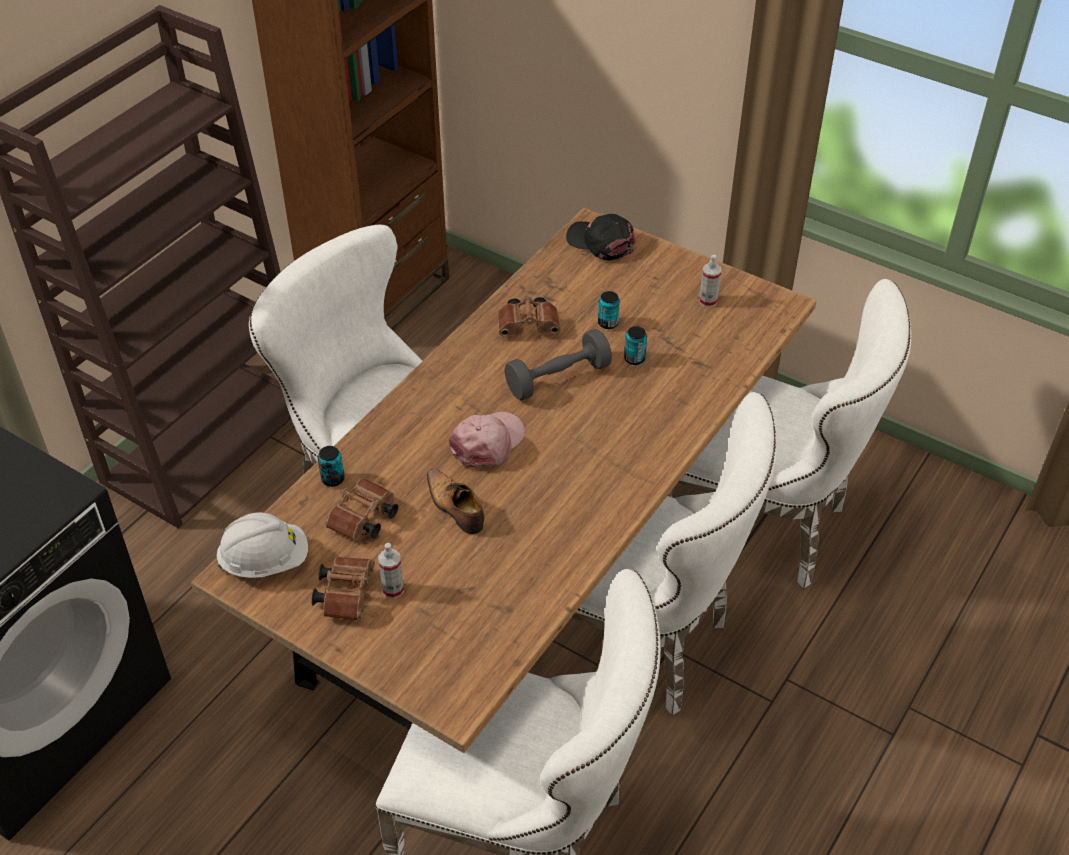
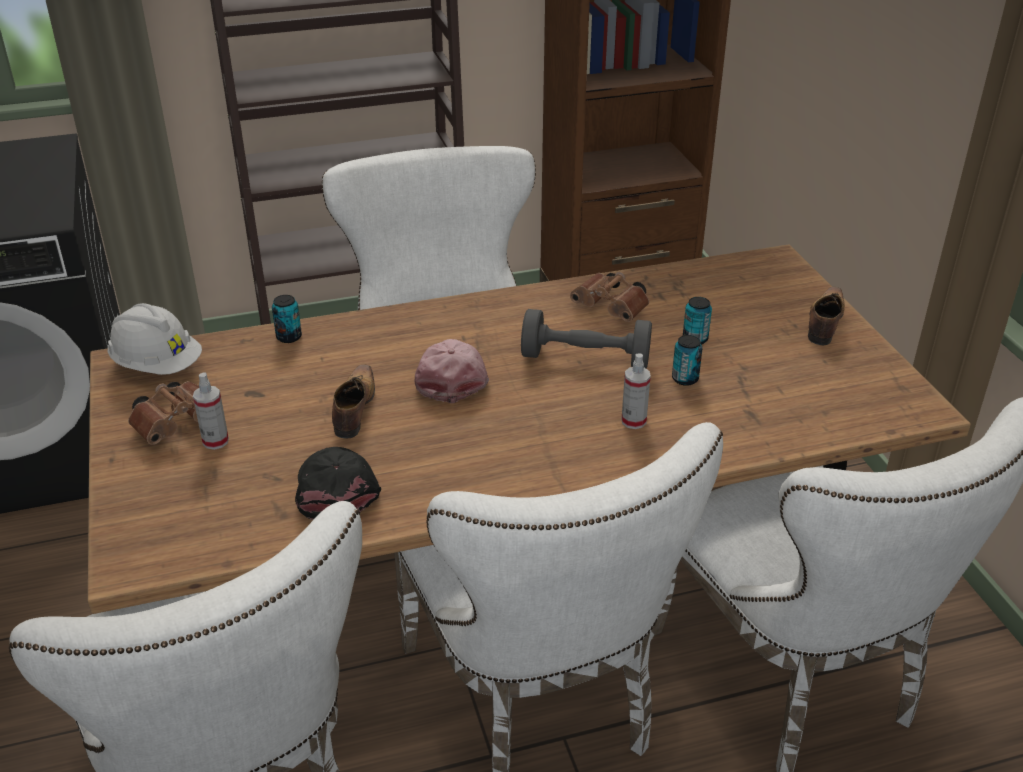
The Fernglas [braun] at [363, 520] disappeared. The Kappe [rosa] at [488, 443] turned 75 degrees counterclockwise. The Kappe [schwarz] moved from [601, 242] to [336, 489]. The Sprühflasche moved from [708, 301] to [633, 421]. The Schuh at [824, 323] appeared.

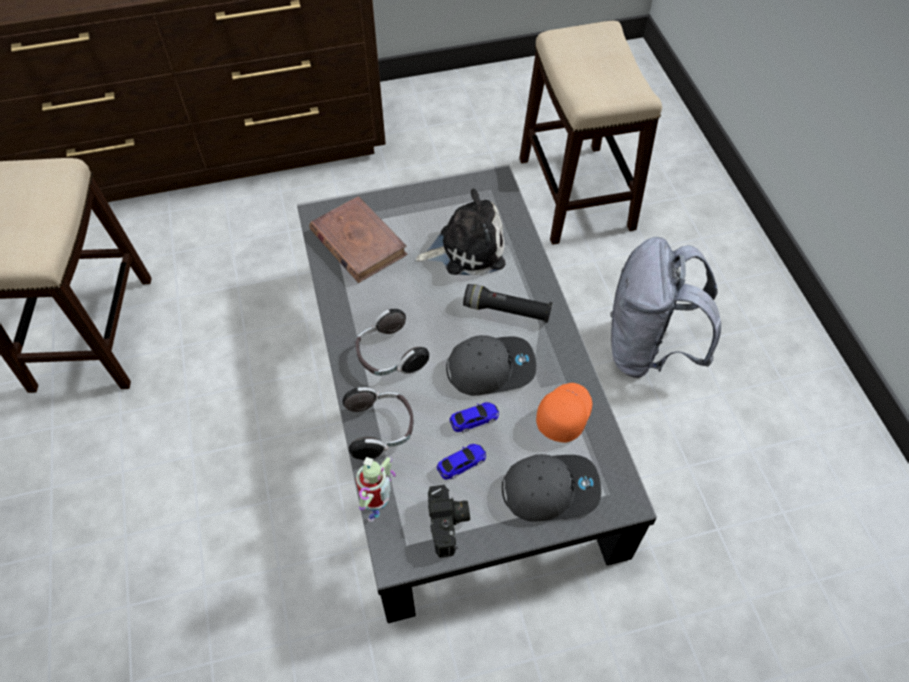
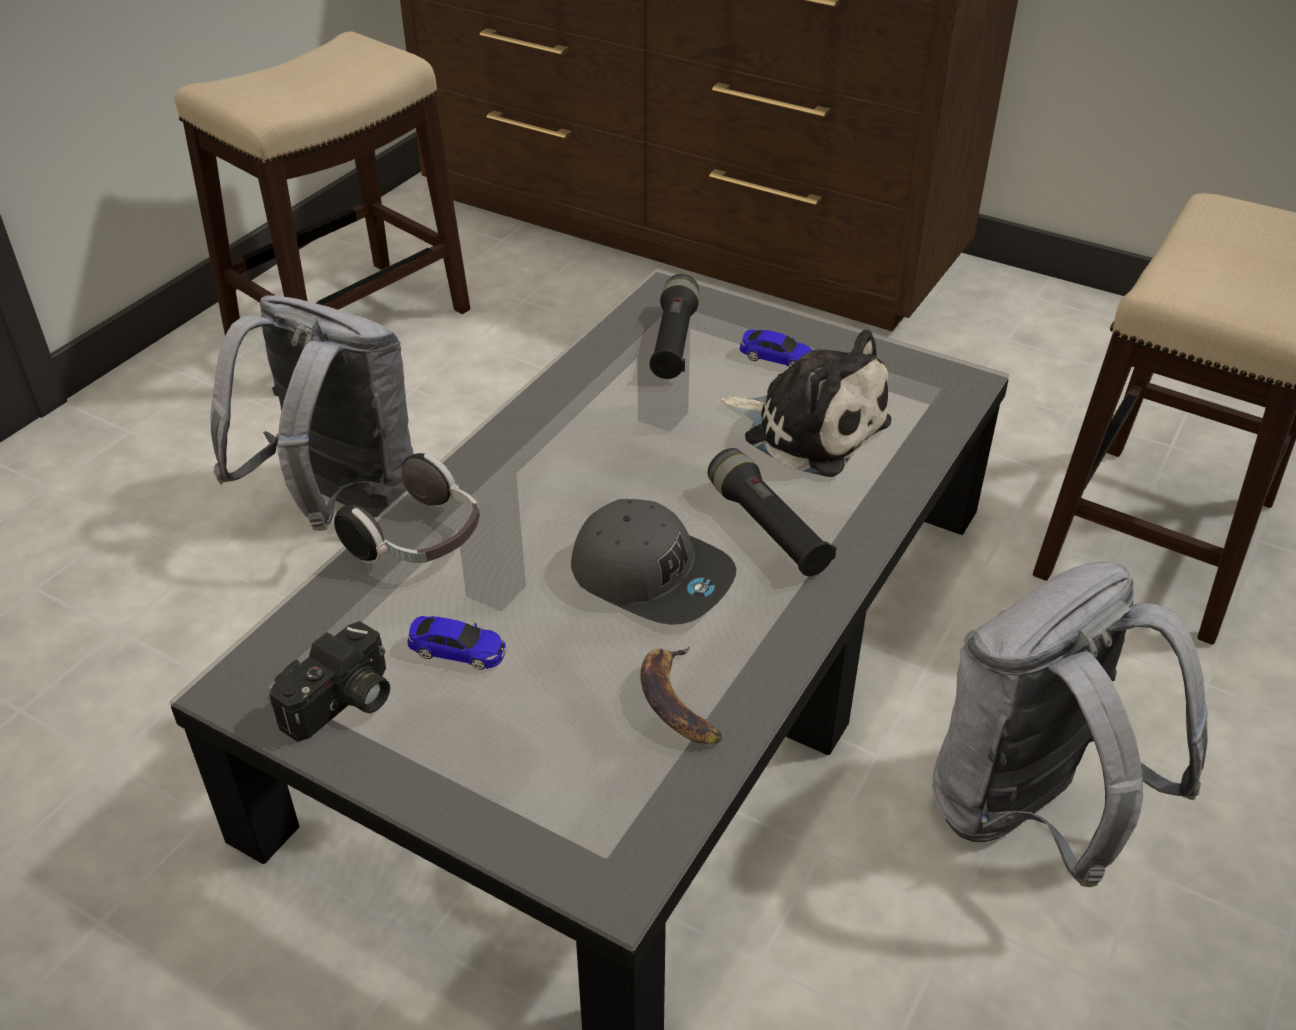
The Buch [braun] at [358, 242] was replaced by the Taschenlampe [schwarz] at [674, 342]. The Kopfhörer at [389, 356] disappeared. The Spielzeugroboter at [378, 512] disappeared. The Spielzeugauto moved from [474, 419] to [777, 358]. The Kappe [grau] at [550, 489] disappeared. The Kappe [orange] at [563, 414] was replaced by the Banane at [677, 701]. The Rucksack [grau] at [339, 505] appeared.

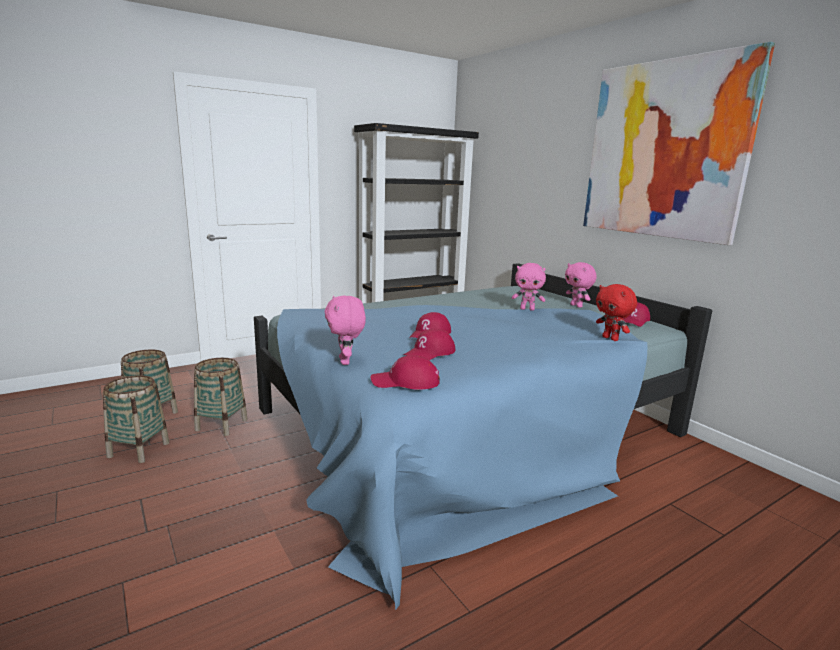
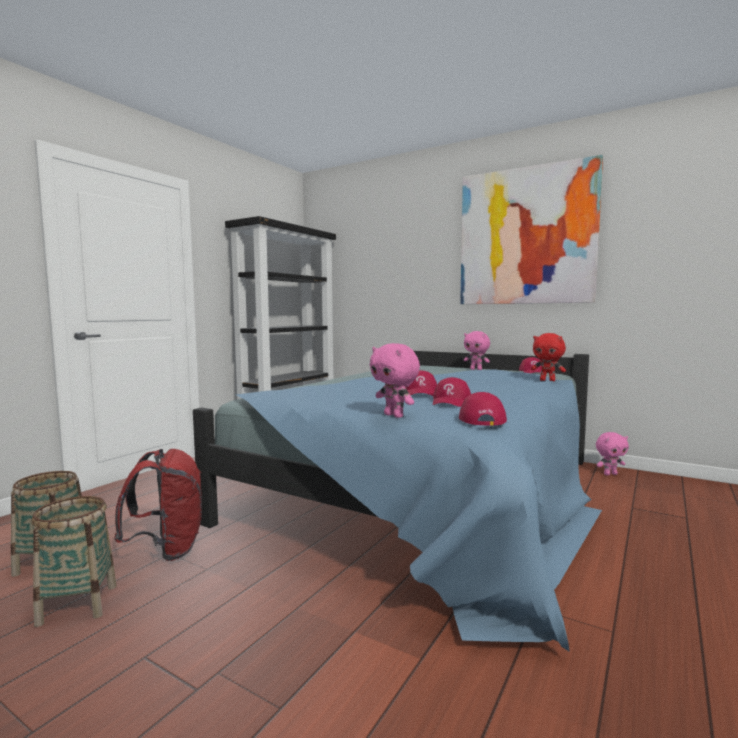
The Korb at [221, 425] was replaced by the Rucksack [rot] at [167, 550]. The Kappe [rot] at [405, 382] turned 120 degrees clockwise. The Plüschtier [rosa] moved from [527, 309] to [610, 474].

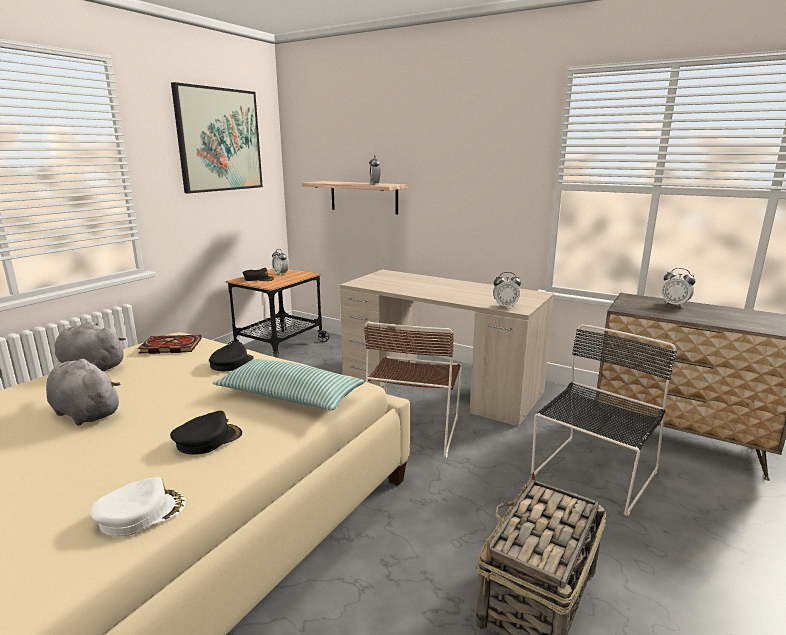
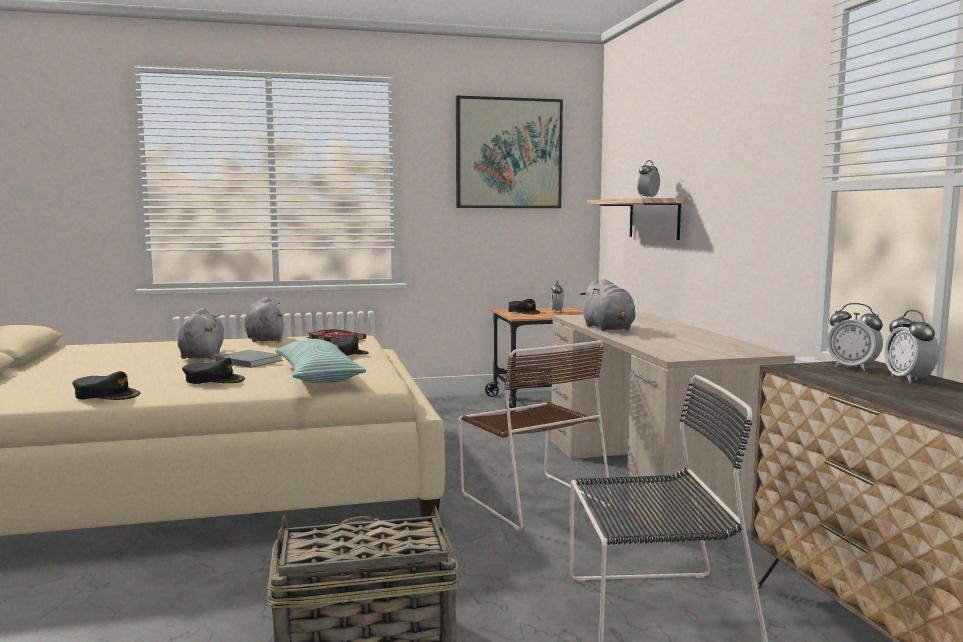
The Kappe [weiß] at [140, 513] became the Kappe [schwarz] at [107, 395]. The Stuhl [braun] at [413, 429] turned 90 degrees counterclockwise. The Wecker moved from [505, 306] to [852, 368]. The Buch [grau] at [248, 361] appeared. The Plüschtier [grau] at [608, 329] appeared.

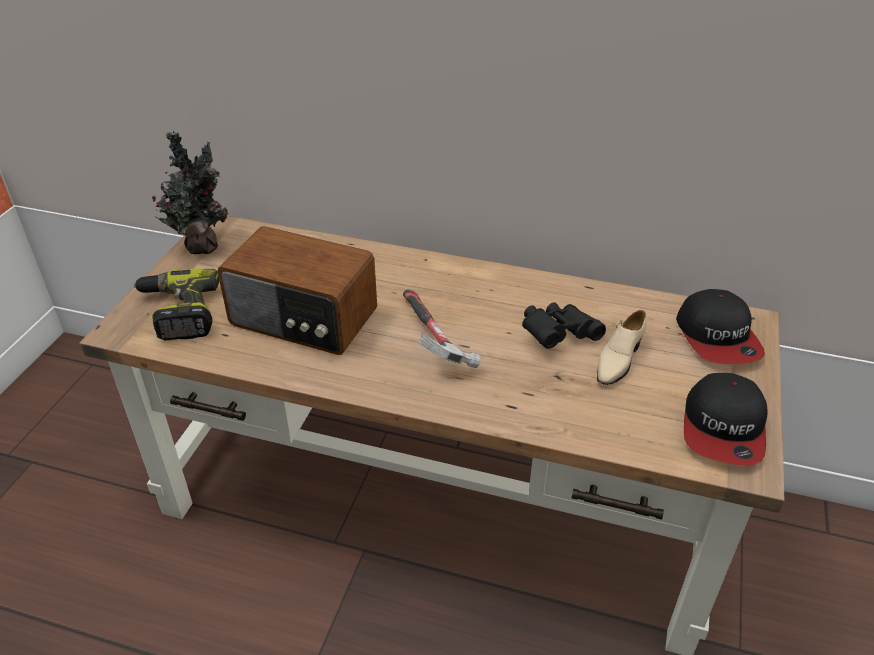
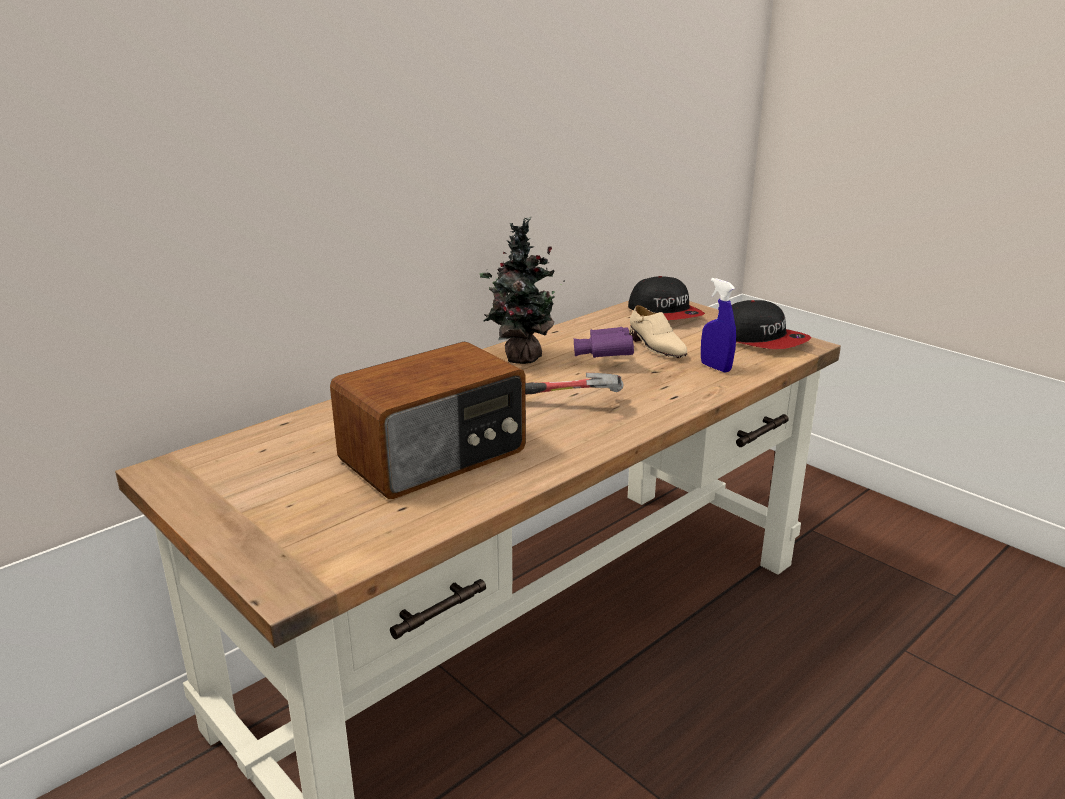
The Bohrmaschine at [178, 313] disappeared. The Topfpflanze moved from [202, 245] to [519, 358]. The Fernglas [schwarz] at [557, 335] became the Fernglas [lila] at [603, 358]. The Kappe at [718, 337] turned 45 degrees clockwise. The Sprühflasche [blau] at [715, 367] appeared.

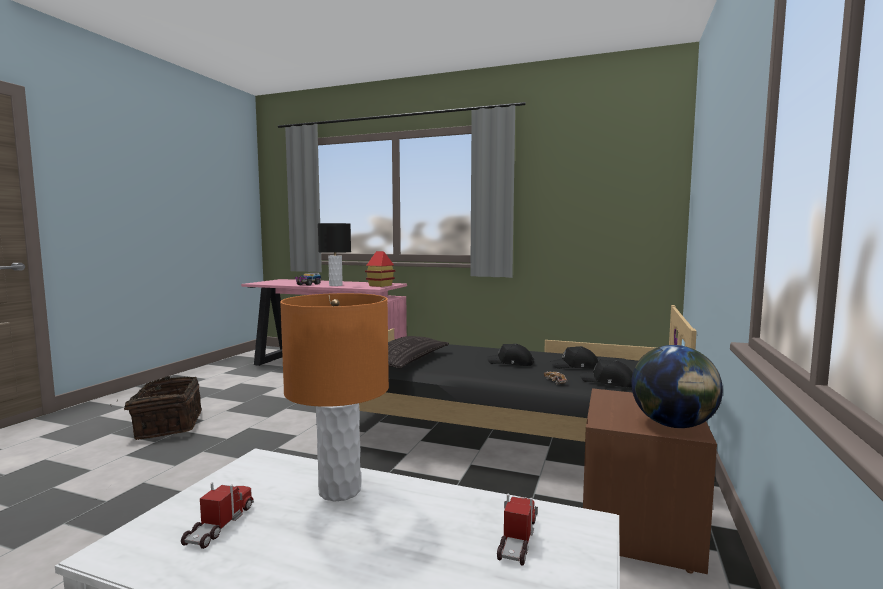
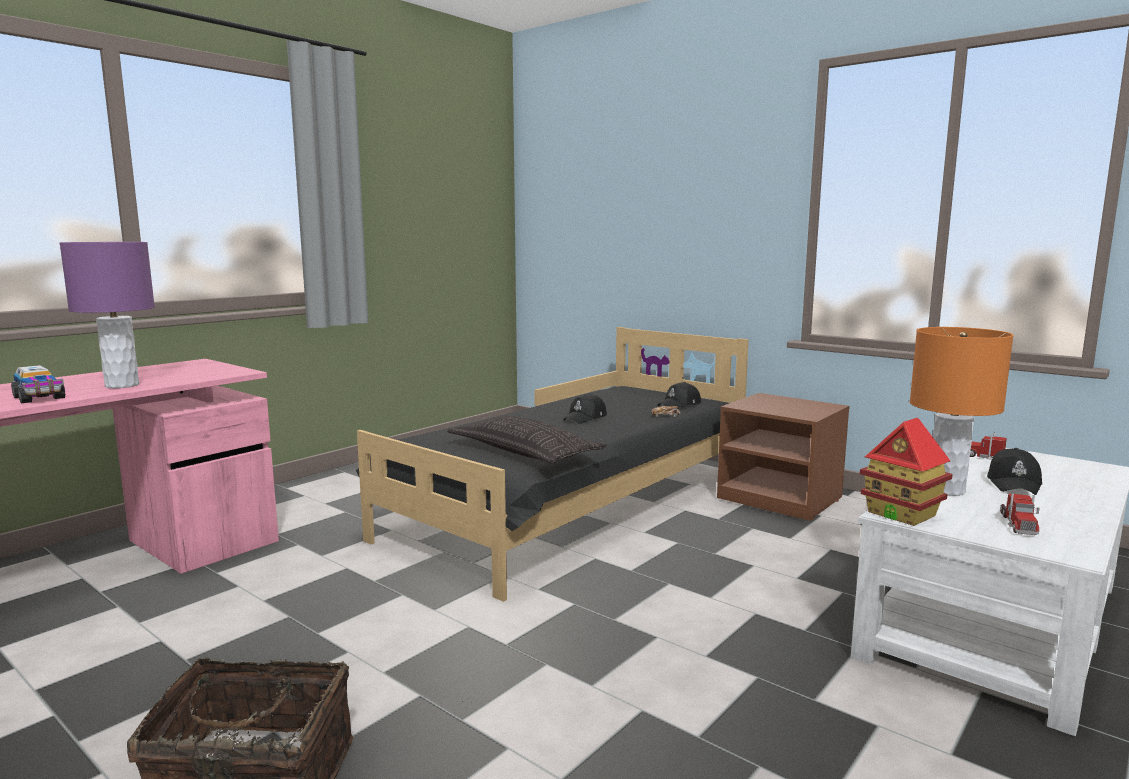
The Spielzeuglaster at [220, 525] turned 105 degrees counterclockwise. The Tischlampe [schwarz] at [335, 285] became the Tischlampe [lila] at [121, 385]. The Spielzeughaus moved from [380, 285] to [902, 514]. The Kappe [schwarz] moved from [575, 366] to [1014, 483]. The Globus at [673, 425] disappeared.

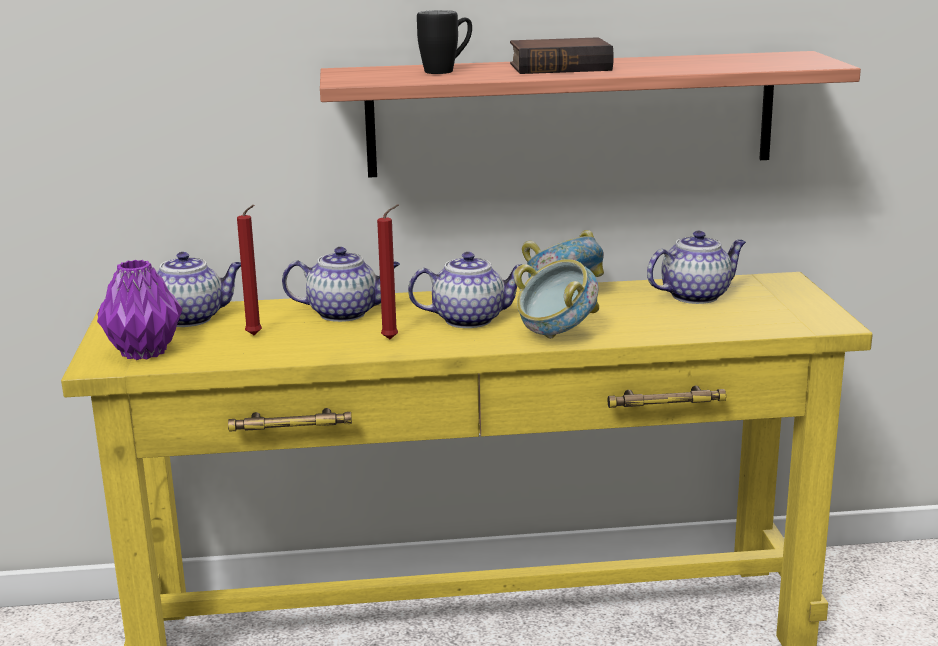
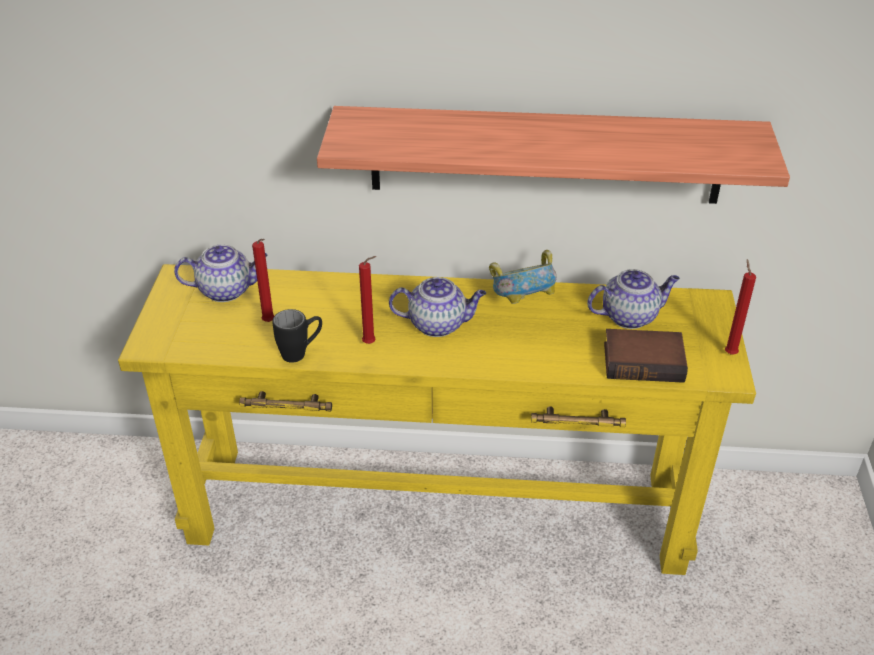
The Vase [lila] at [143, 352] disappeared. The Teekanne at [345, 313] disappeared. The Henkelbecher [schwarz] moved from [447, 71] to [301, 353]. The Buch moved from [561, 67] to [644, 361]. The Schüssel at [556, 335] disappeared. The Kerze [rot] at [729, 352] appeared.

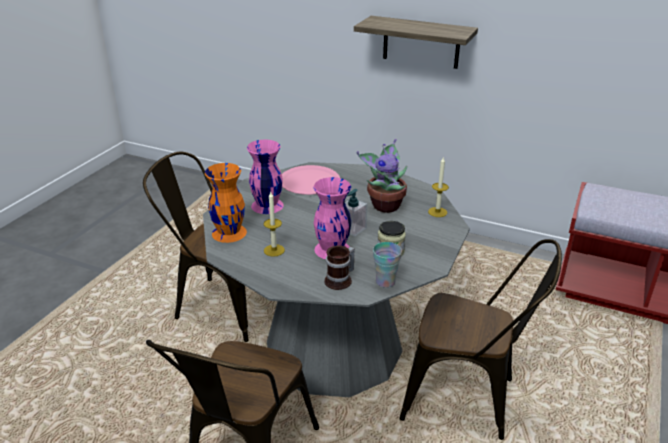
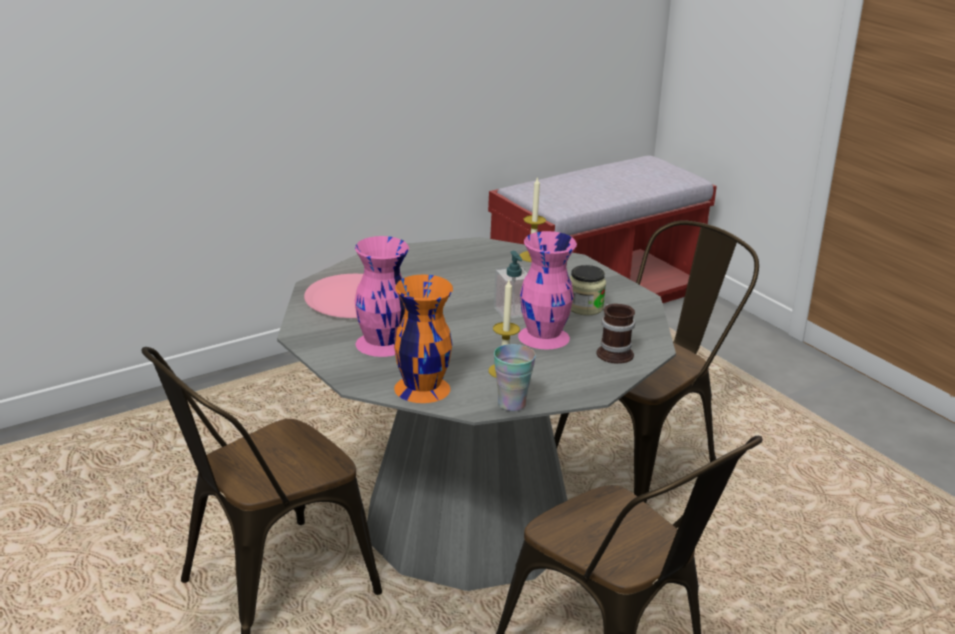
The Wandregal at [421, 42] disappeared. The Topfpflanze at [385, 205] disappeared. The Tasse moved from [385, 282] to [511, 404].

